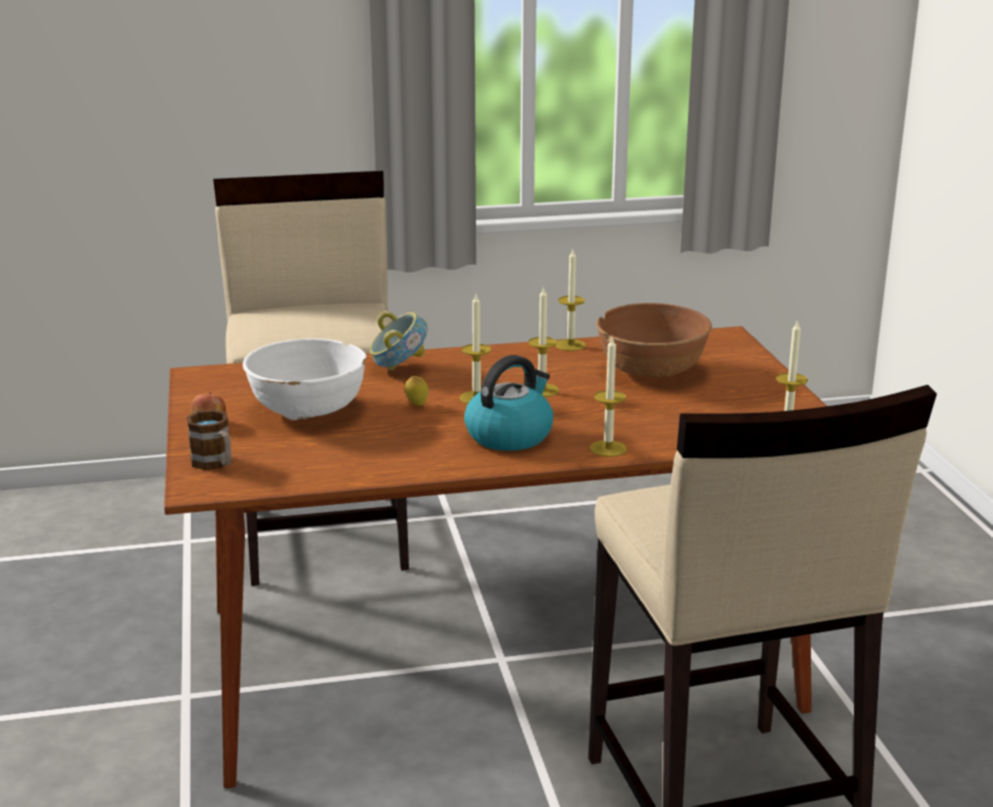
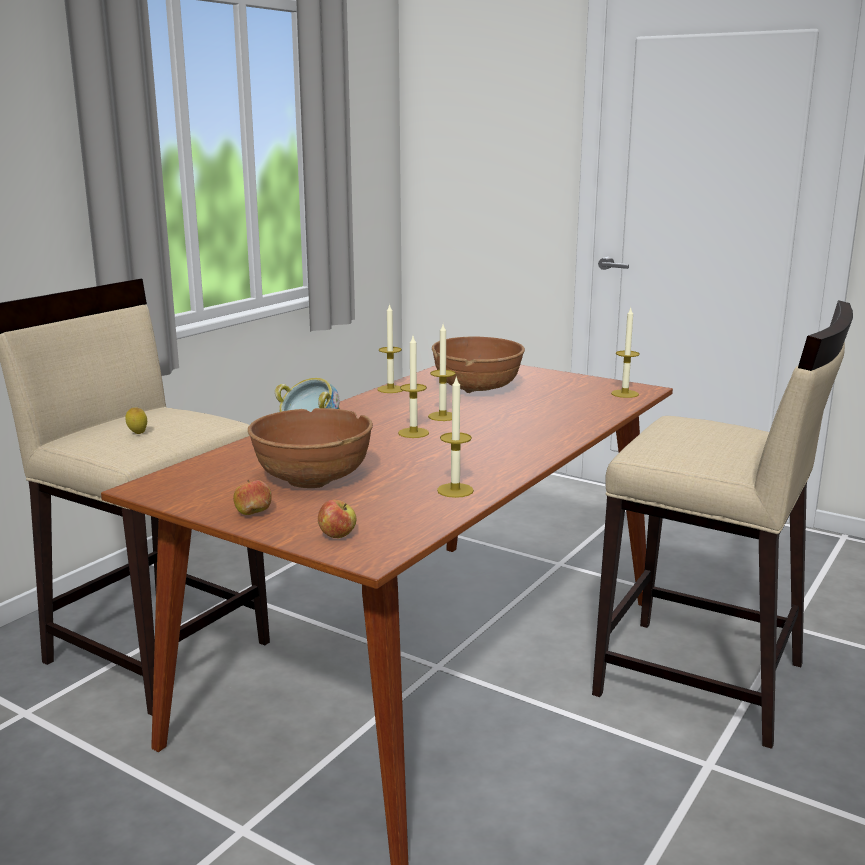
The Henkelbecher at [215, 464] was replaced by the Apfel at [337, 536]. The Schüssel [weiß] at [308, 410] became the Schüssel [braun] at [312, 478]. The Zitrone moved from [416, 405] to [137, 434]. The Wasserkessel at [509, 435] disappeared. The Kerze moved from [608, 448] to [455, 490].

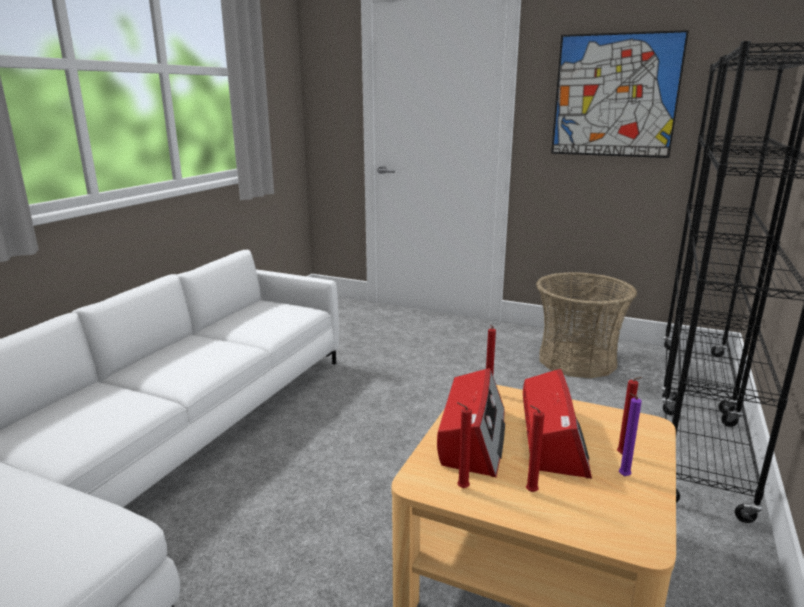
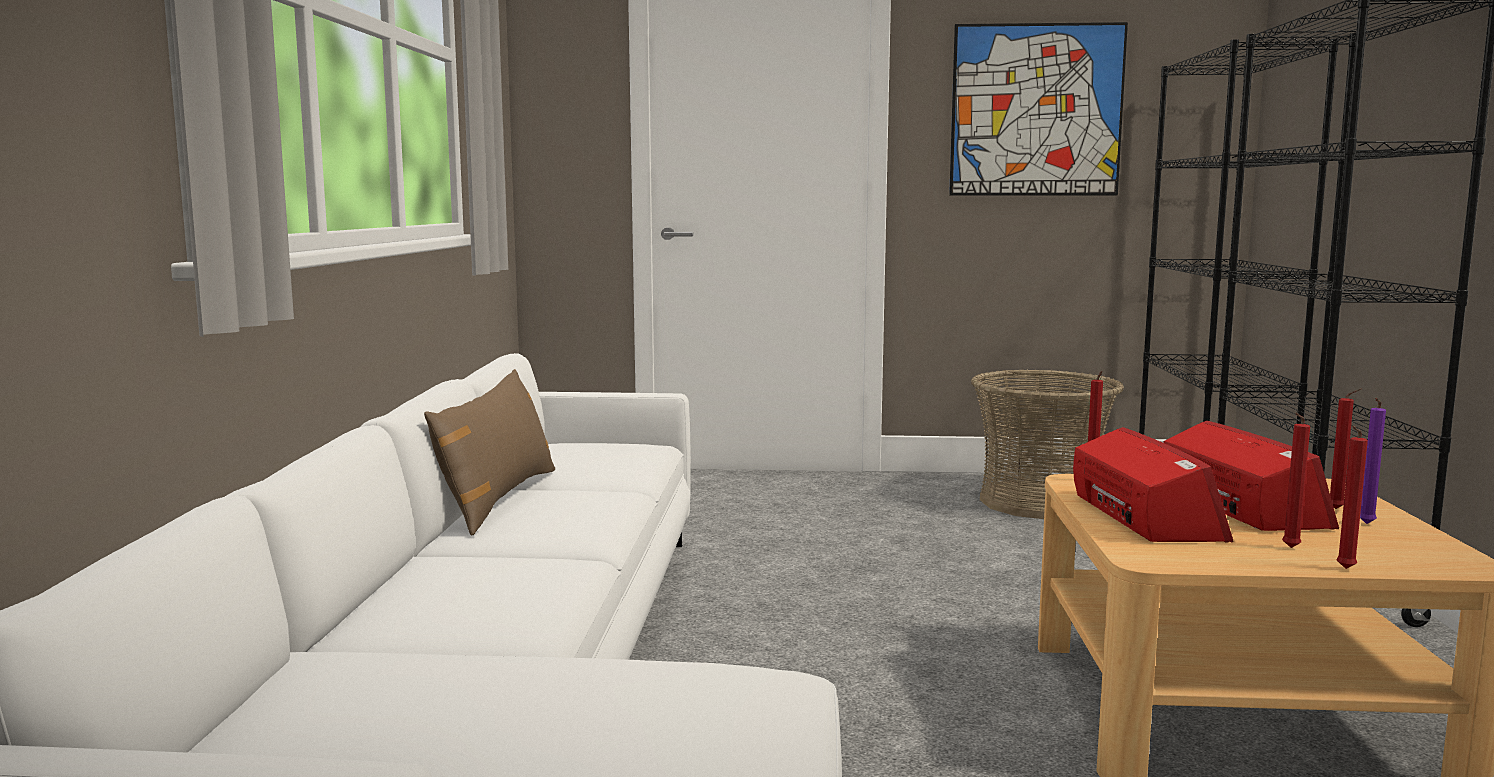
The Kerze [rot] moved from [461, 488] to [1344, 569]. The Kissen [braun] at [497, 499] appeared.

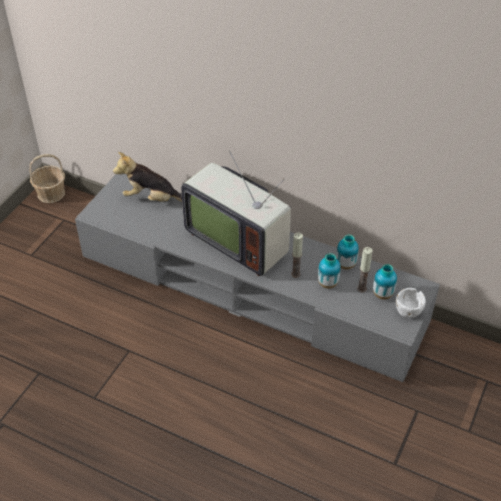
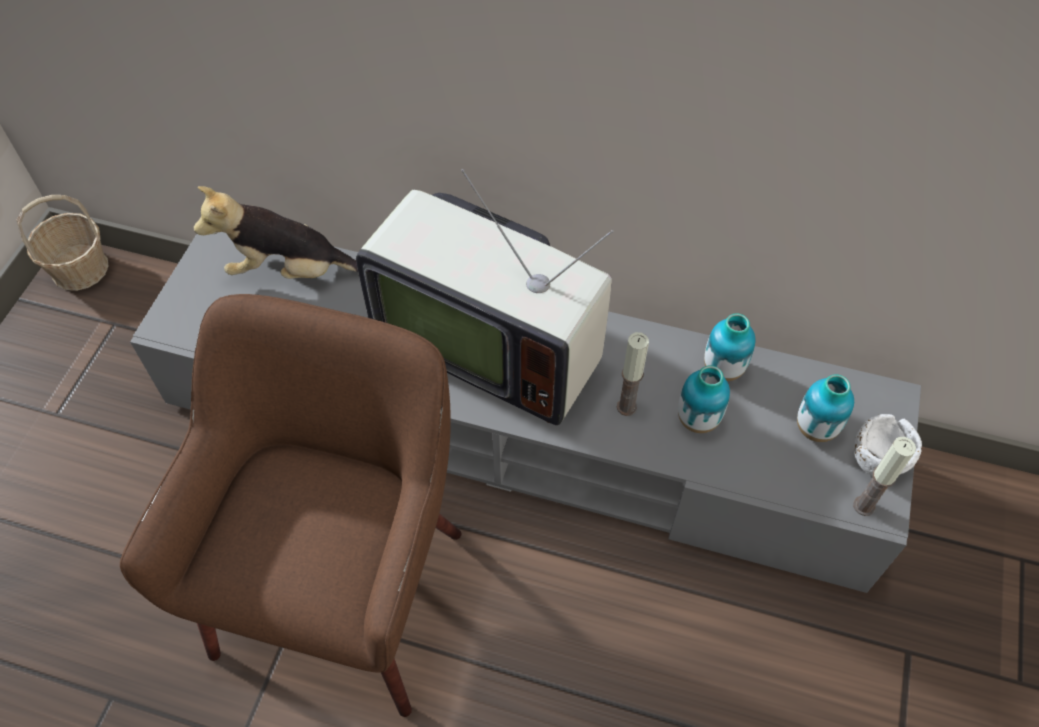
The Kerze moved from [361, 289] to [864, 506]. The Sessel [braun] at [344, 590] appeared.

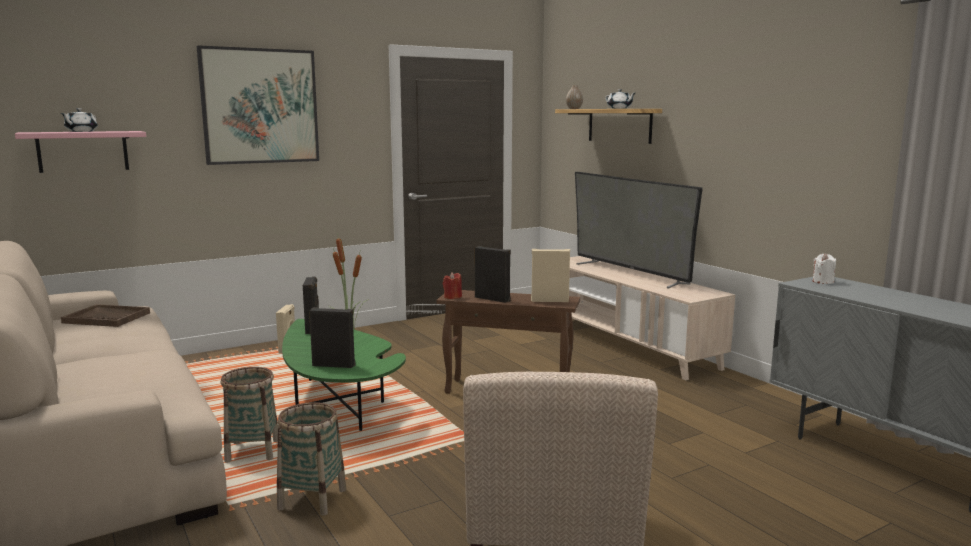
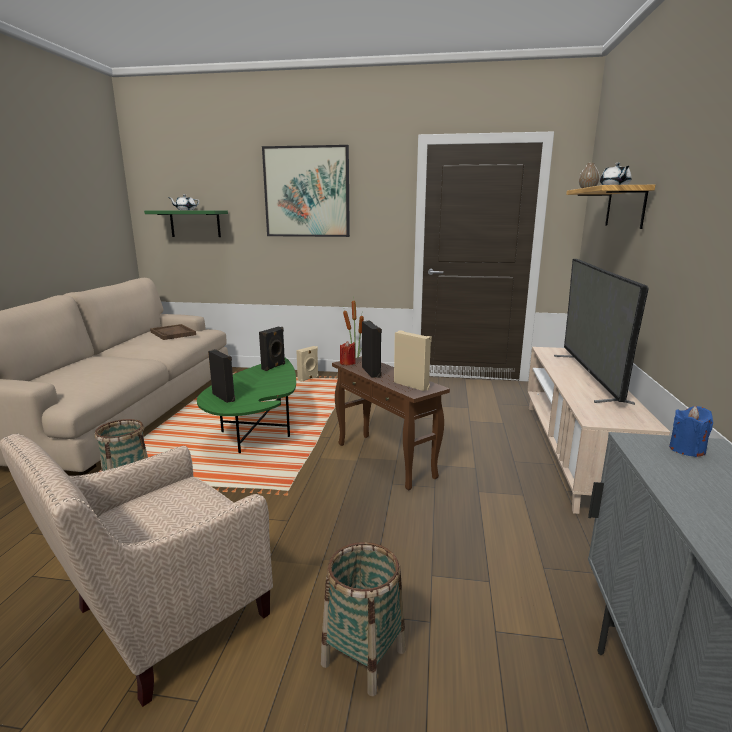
The Wandregal [rosa] at [83, 151] became the Wandregal [grün] at [195, 223]. The Korb moved from [253, 451] to [364, 657]. The Kerze [weiß] at [823, 281] became the Kerze [blau] at [687, 449].

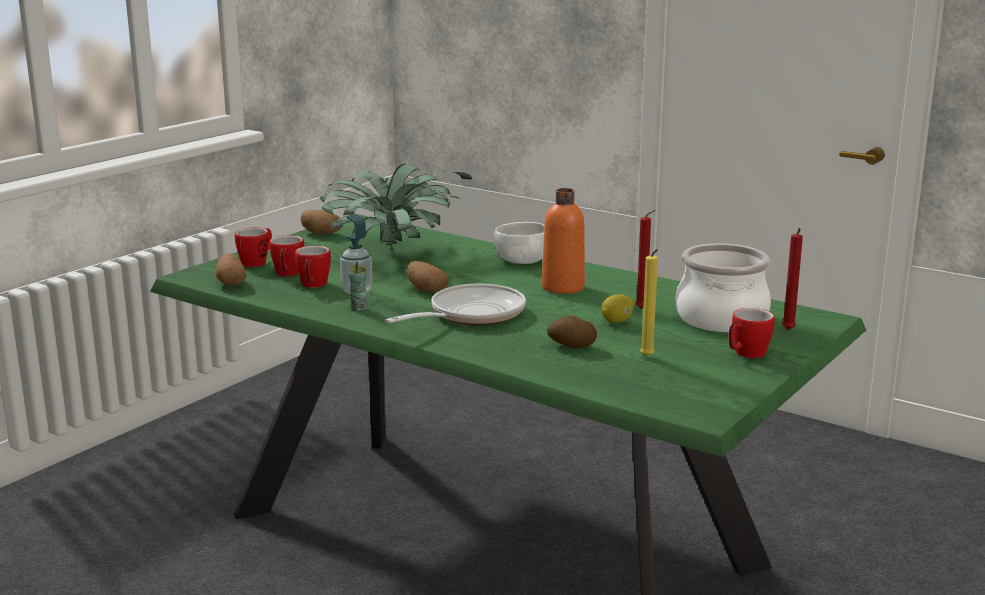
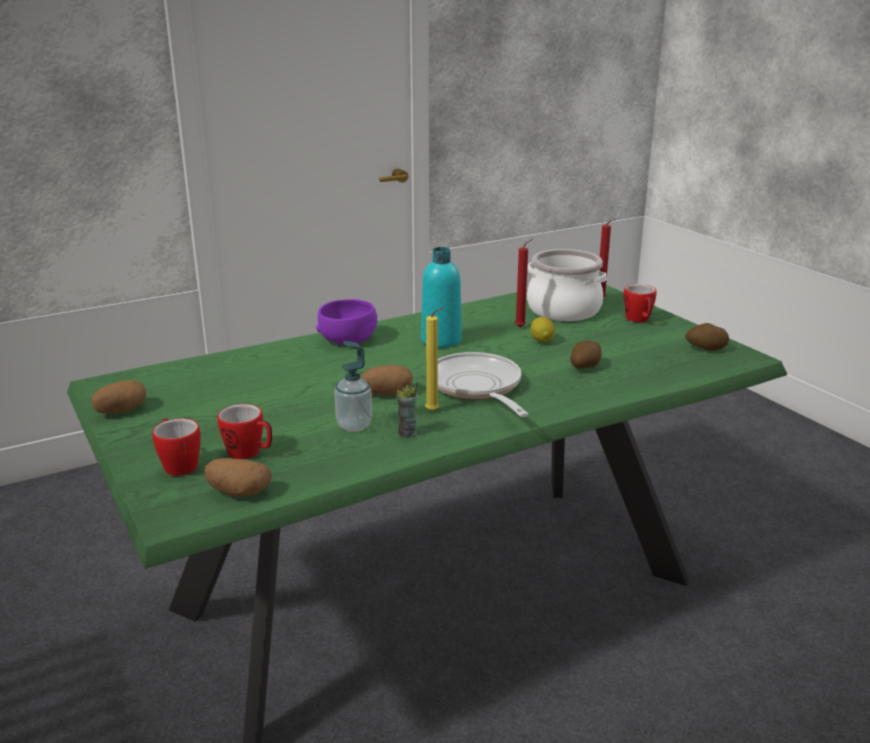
The Henkelbecher at [313, 285] disappeared. The Topfpflanze at [392, 253] disappeared. The Schüssel [weiß] at [523, 259] became the Schüssel [lila] at [348, 339]. The Flasche [orange] at [563, 287] became the Flasche [türkis] at [441, 340]. The Kerze [gelb] moved from [647, 357] to [434, 411]. The Kartoffel at [705, 348] appeared.

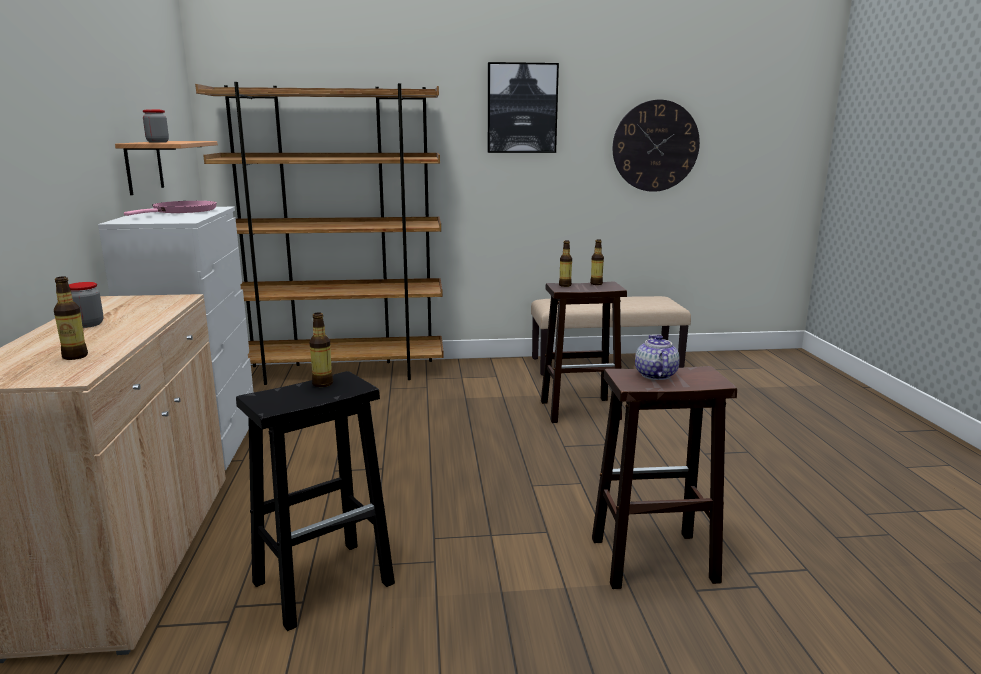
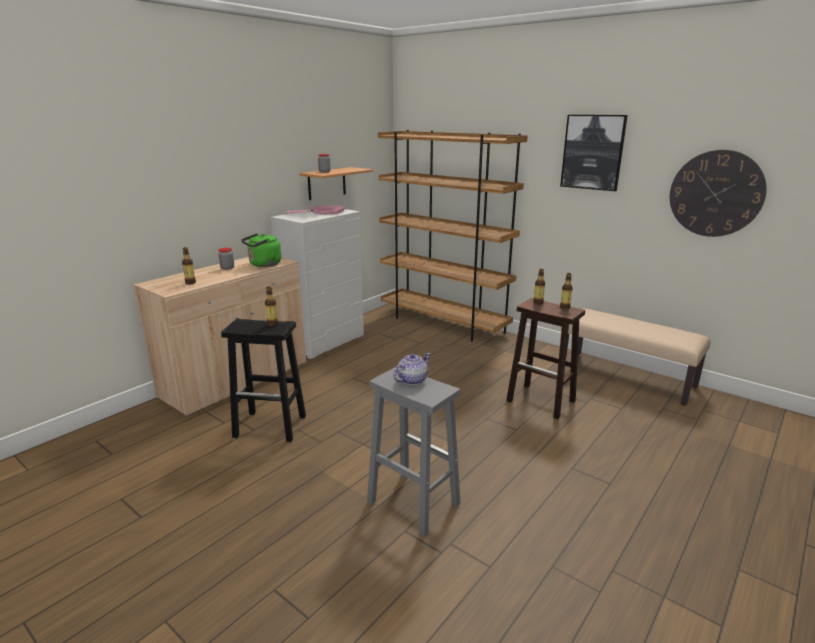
The Hocker [braun] at [651, 560] became the Hocker [grau] at [412, 502]. The Wasserkessel [grün] at [263, 264] appeared.

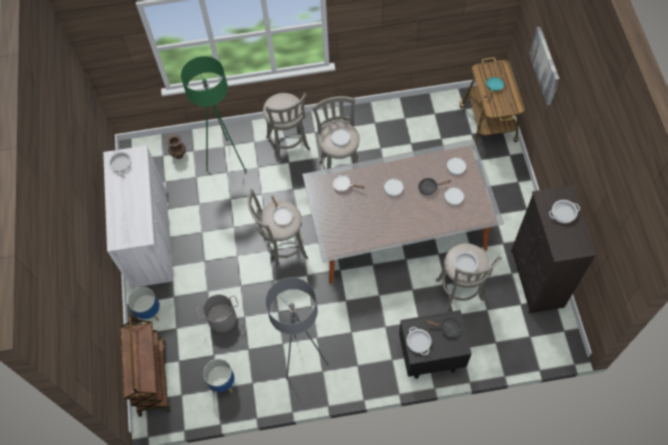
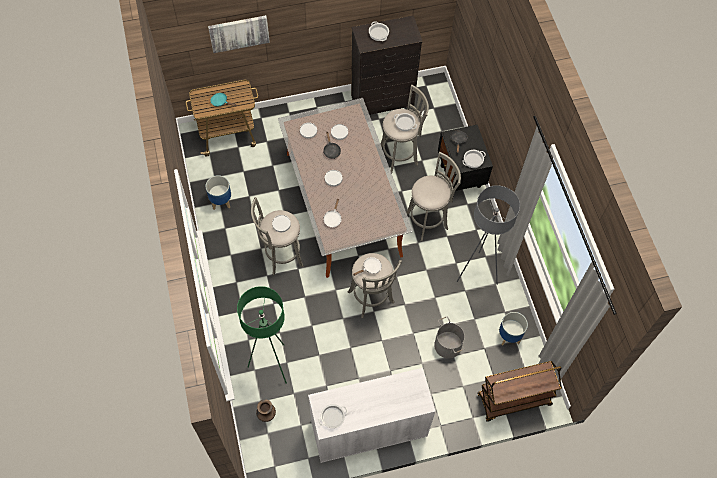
The Pflanzkübel moved from [150, 312] to [220, 202]. The Hocker [grau] moved from [288, 145] to [428, 220].

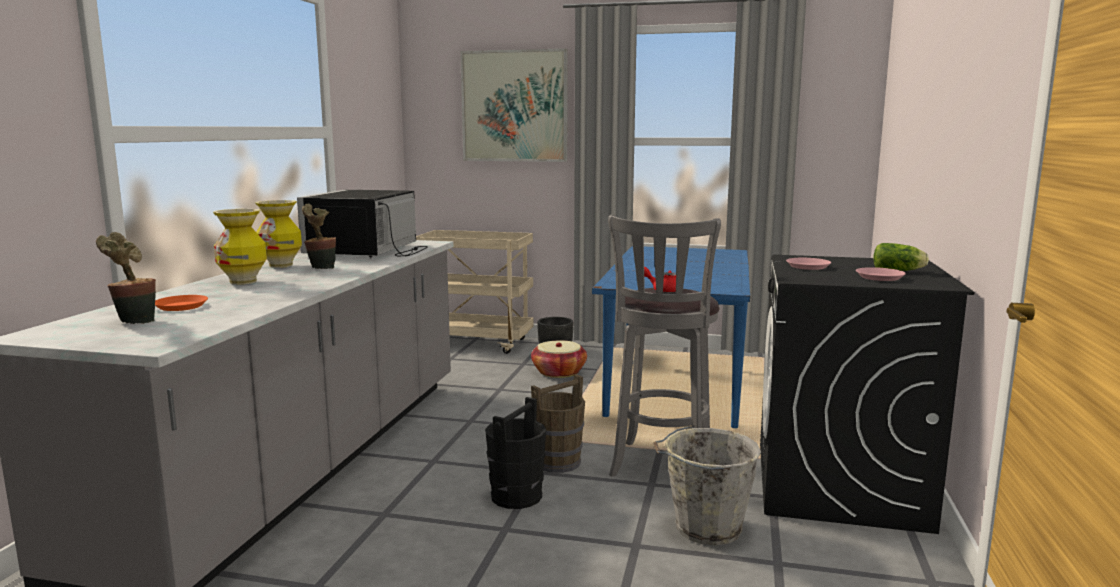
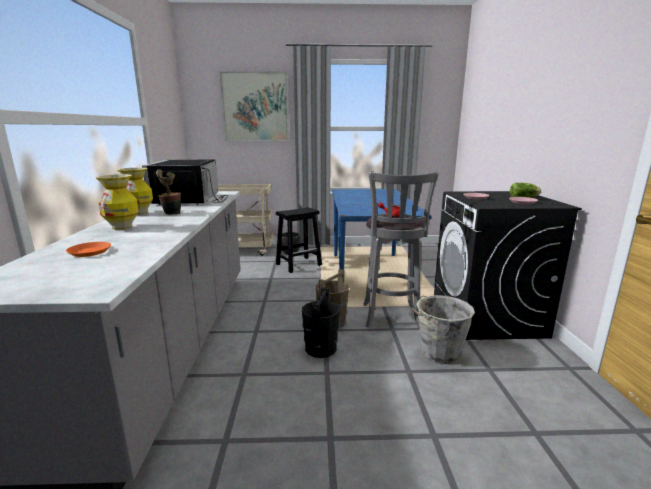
The Topfpflanze at [134, 321] disappeared. The Korb at [559, 372] was replaced by the Hocker [schwarz] at [299, 264].

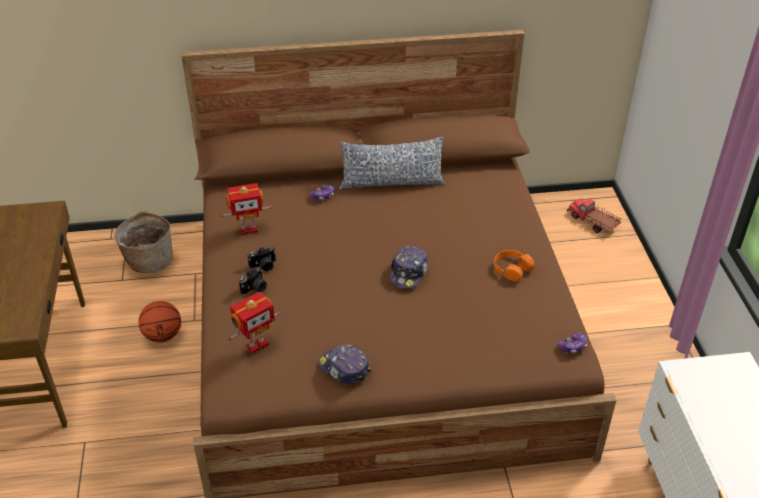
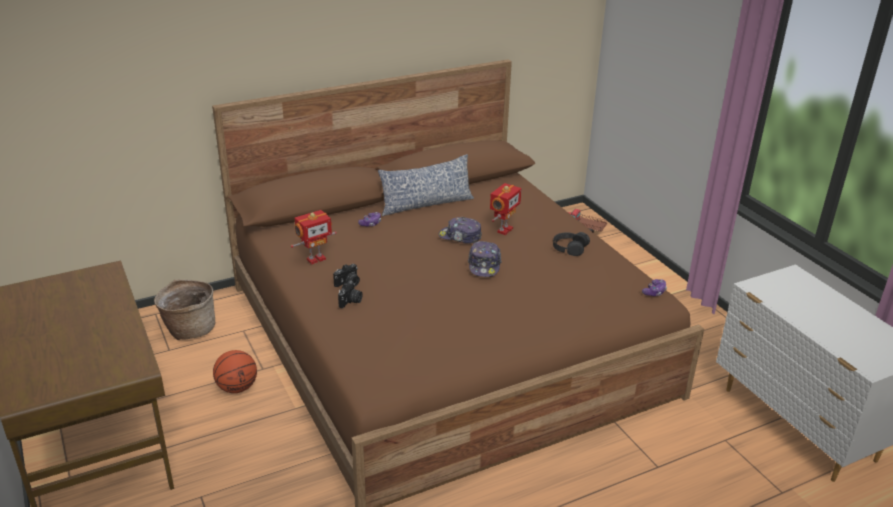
The Spielzeugroboter moved from [256, 344] to [504, 230]. The Kappe moved from [344, 368] to [460, 237]. The Kopfhörer [orange] at [512, 269] became the Kopfhörer [schwarz] at [569, 247].

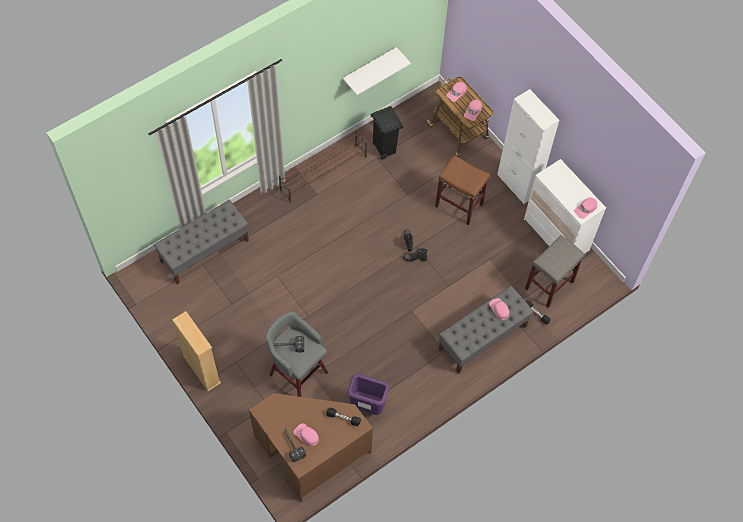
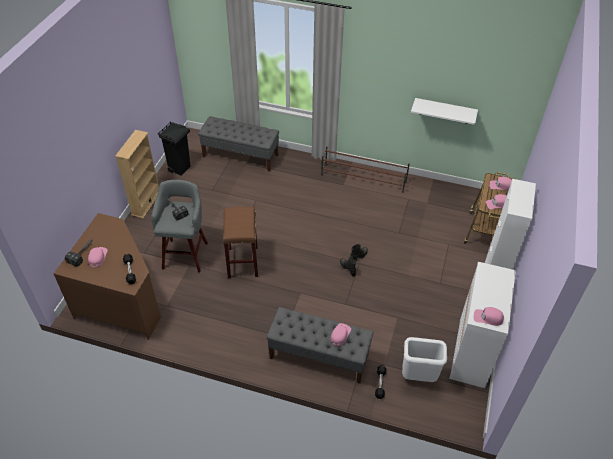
The Mülleimer [lila] at [367, 406] disappeared. The Mülleimer [schwarz] moved from [384, 149] to [180, 168]. The Hocker [braun] moved from [458, 205] to [242, 262]. The Hocker [grau] at [549, 284] was replaced by the Mülleimer [weiß] at [418, 377].

